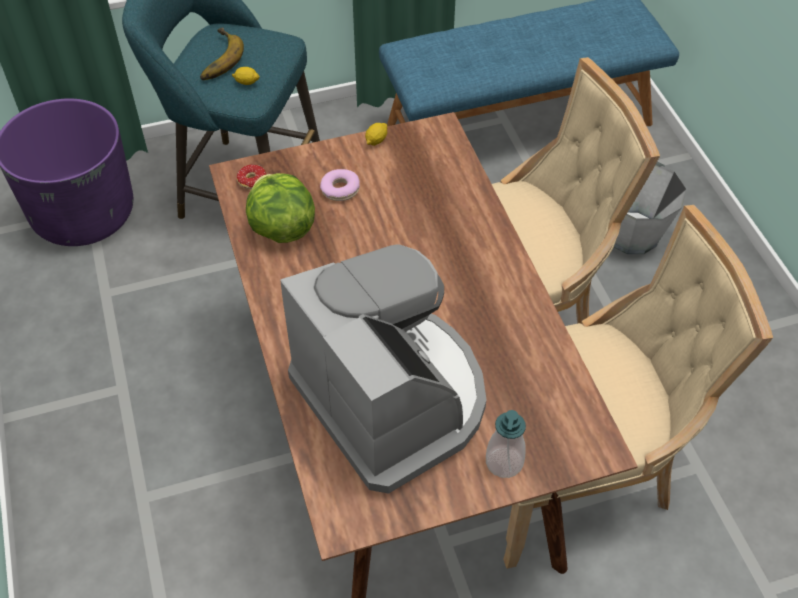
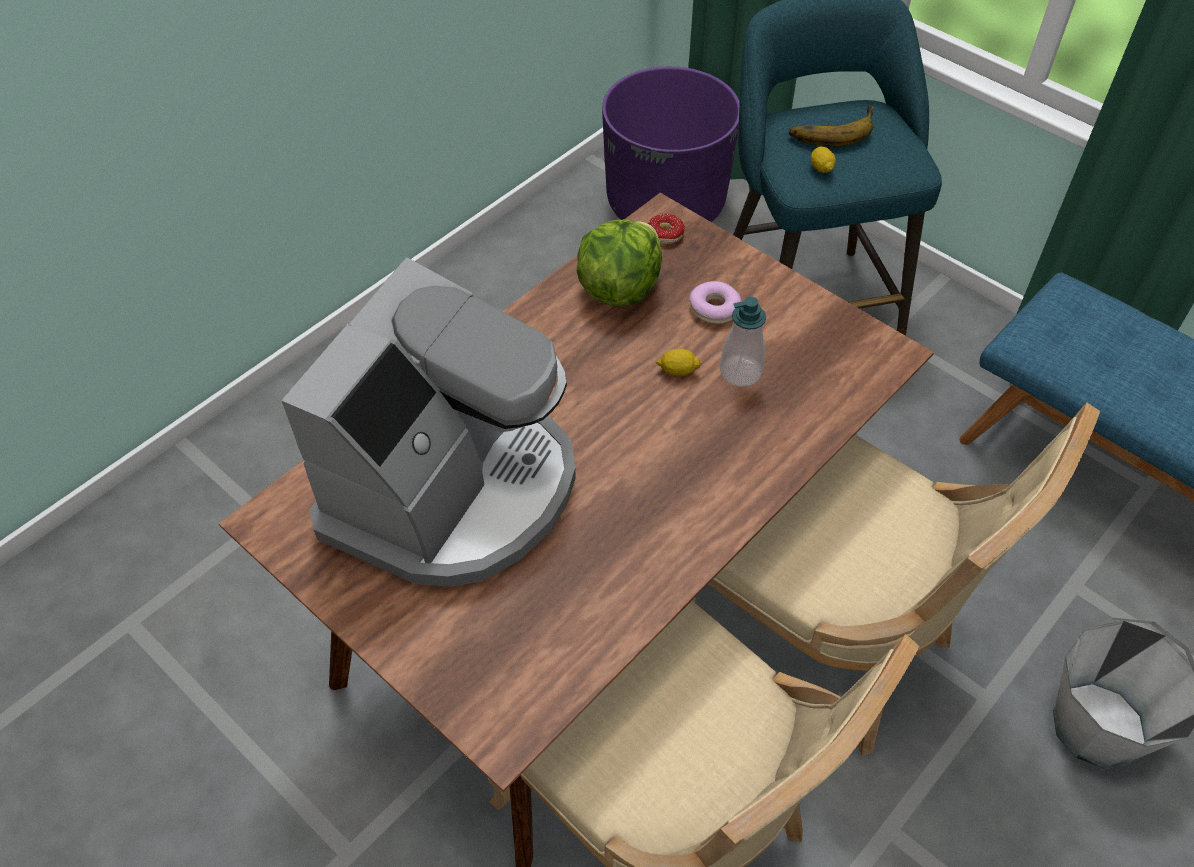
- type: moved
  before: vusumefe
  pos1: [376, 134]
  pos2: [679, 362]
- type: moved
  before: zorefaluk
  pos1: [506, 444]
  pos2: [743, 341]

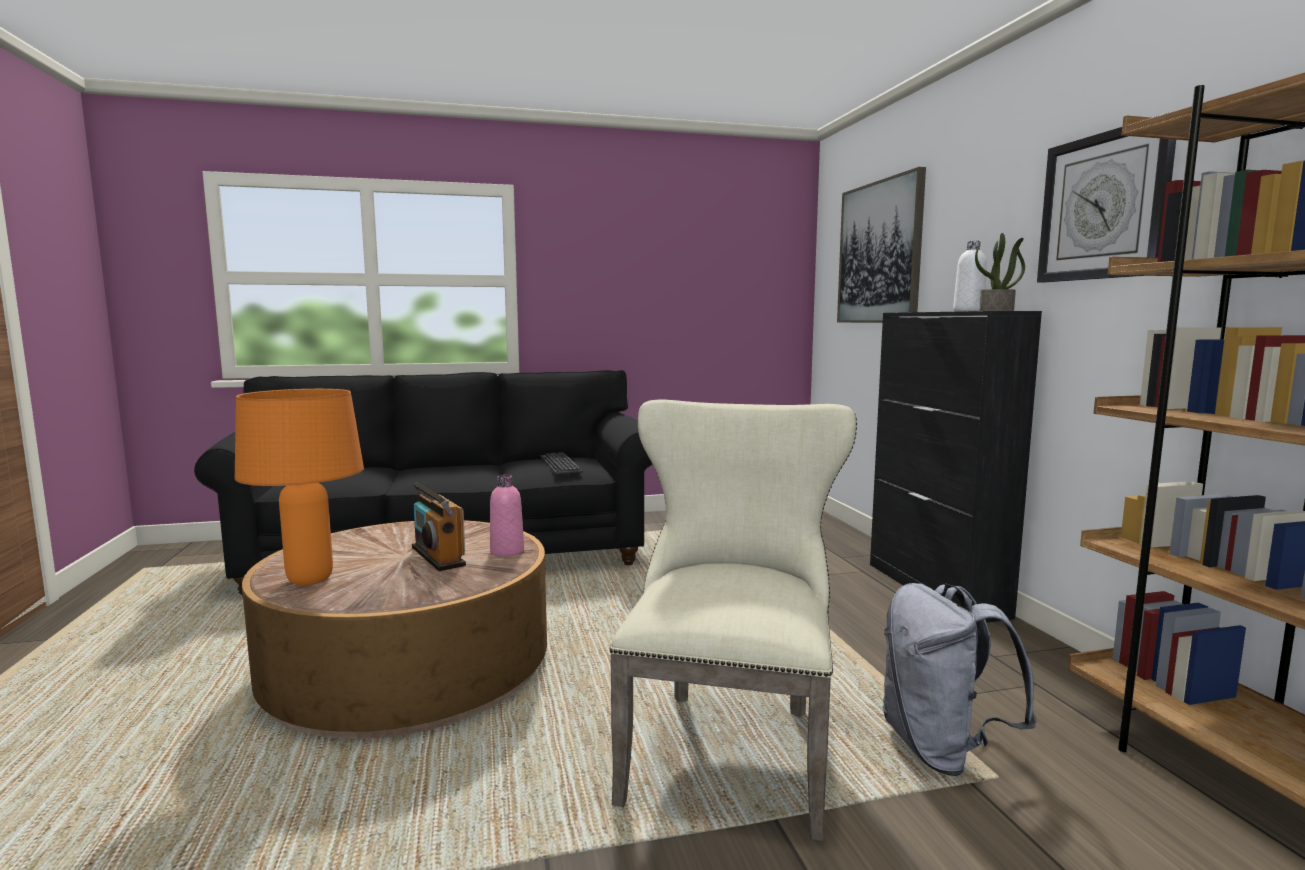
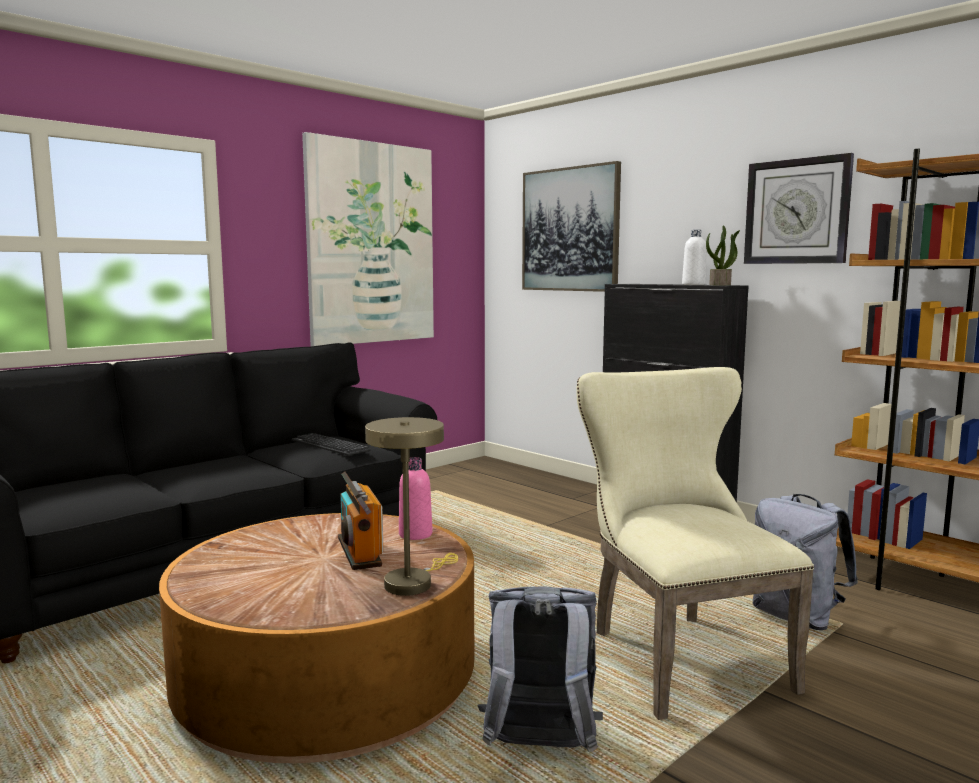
- type: removed
  before: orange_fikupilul
  pos1: [299, 487]
- type: turned
  before: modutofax
  pos1: [439, 526]
  pos2: [360, 521]
  turn: 45
- type: added
  after: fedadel
  pos2: [368, 239]
- type: added
  after: beige_fikupilul
  pos2: [411, 506]
- type: added
  after: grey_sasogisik
  pos2: [540, 669]

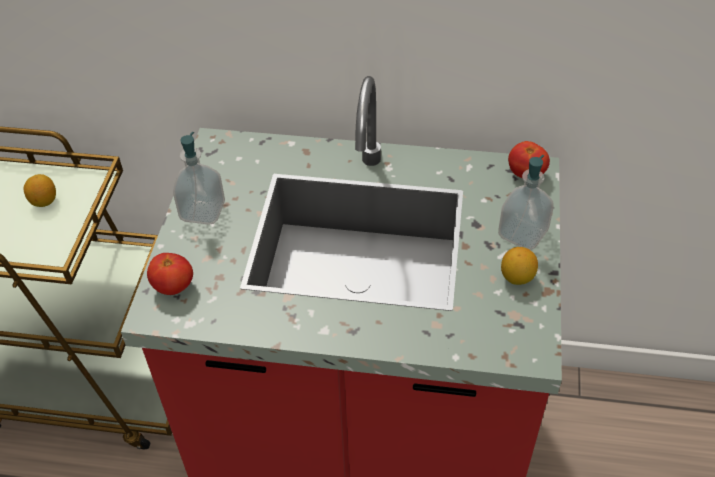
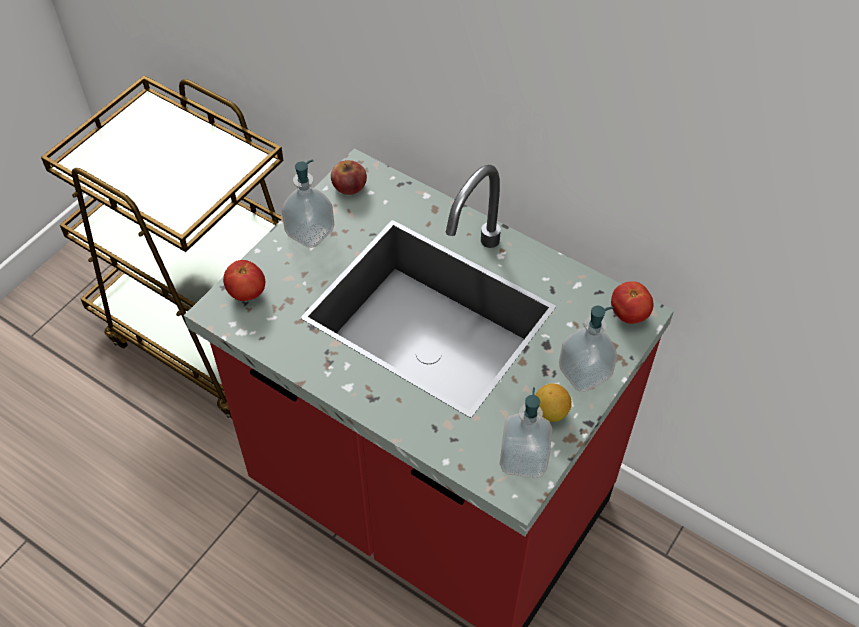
- type: removed
  before: vusumefe
  pos1: [40, 190]
- type: added
  after: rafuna
  pos2: [349, 177]
- type: added
  after: zorefaluk
  pos2: [526, 432]

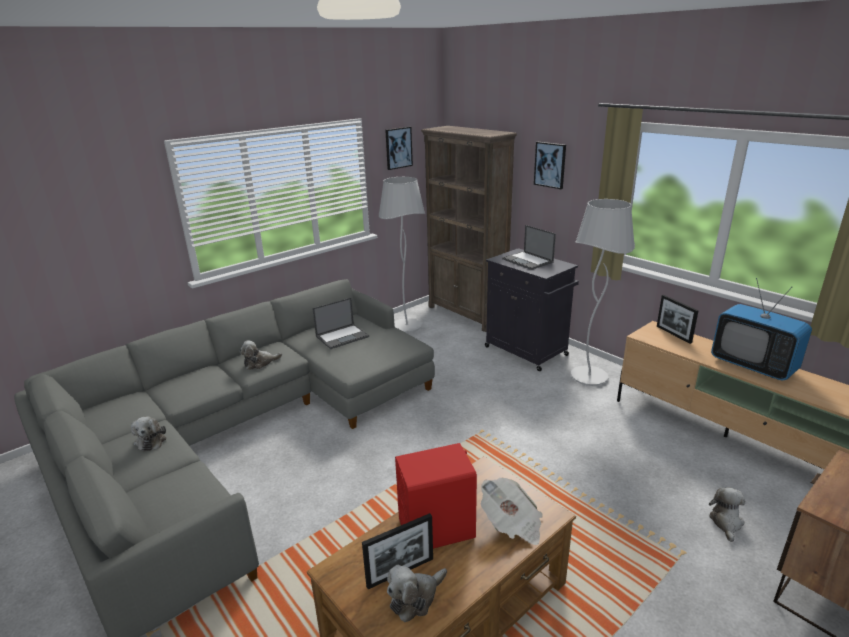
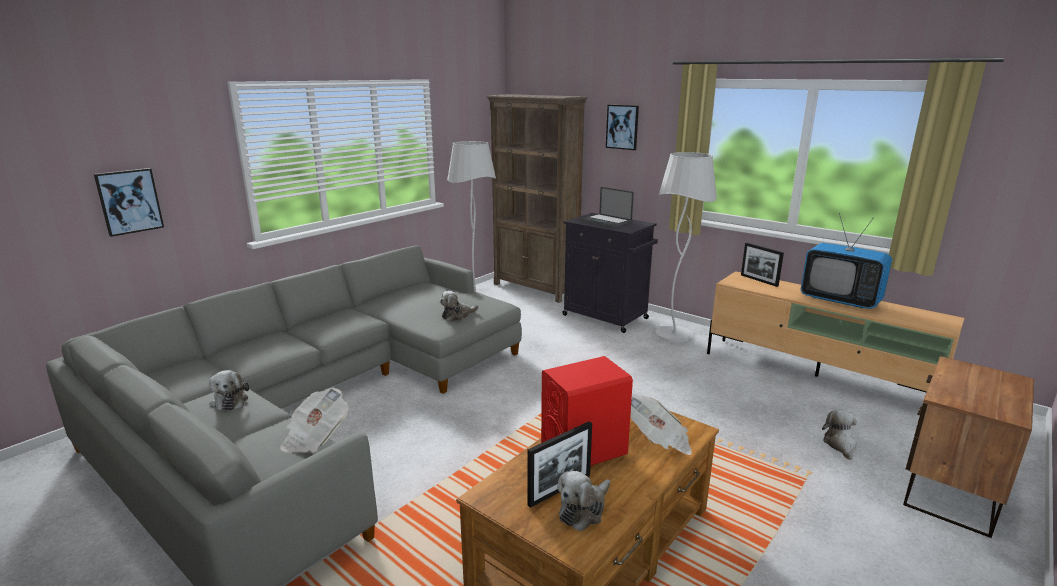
- type: moved
  before: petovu
  pos1: [260, 355]
  pos2: [459, 306]
- type: removed
  before: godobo
  pos1: [340, 323]
- type: moved
  before: fedadel
  pos1: [399, 148]
  pos2: [129, 202]
- type: added
  after: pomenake
  pos2: [314, 420]

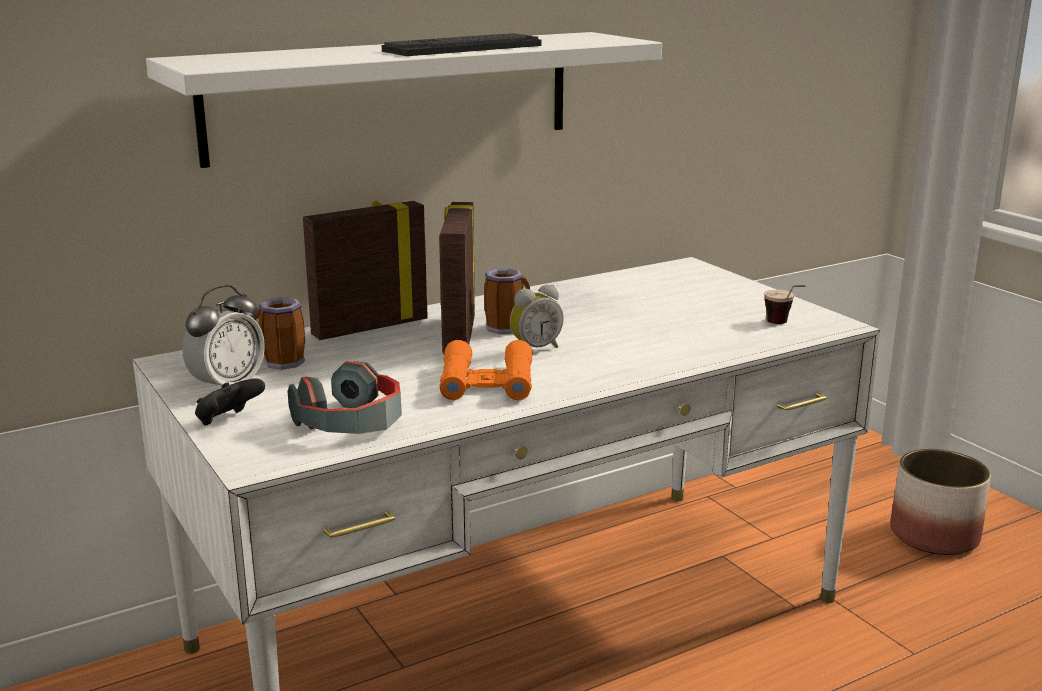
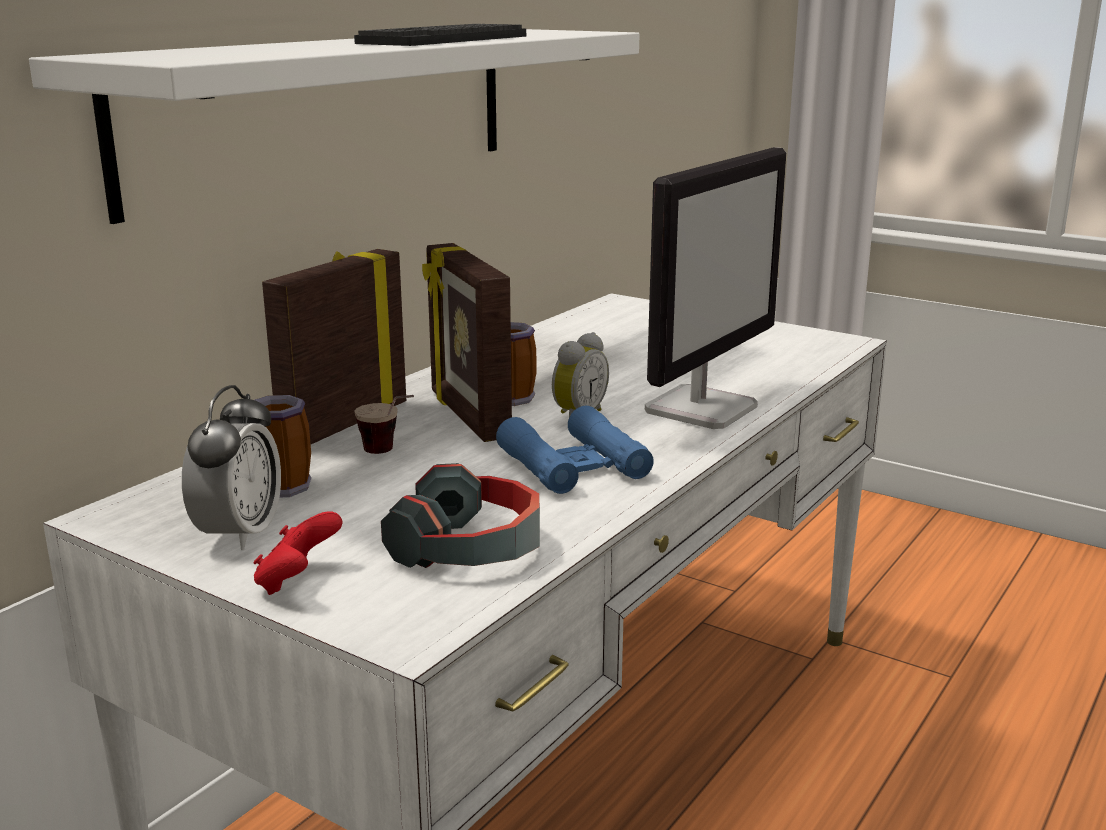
- type: recoloured
  before: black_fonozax
  after: red_fonozax
  pos1: [230, 402]
  pos2: [298, 553]
- type: recoloured
  before: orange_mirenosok
  after: blue_mirenosok
  pos1: [486, 370]
  pos2: [575, 450]
- type: moved
  before: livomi
  pos1: [785, 304]
  pos2: [384, 424]
- type: removed
  before: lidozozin
  pos1: [940, 502]
- type: added
  after: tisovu
  pos2: [715, 288]

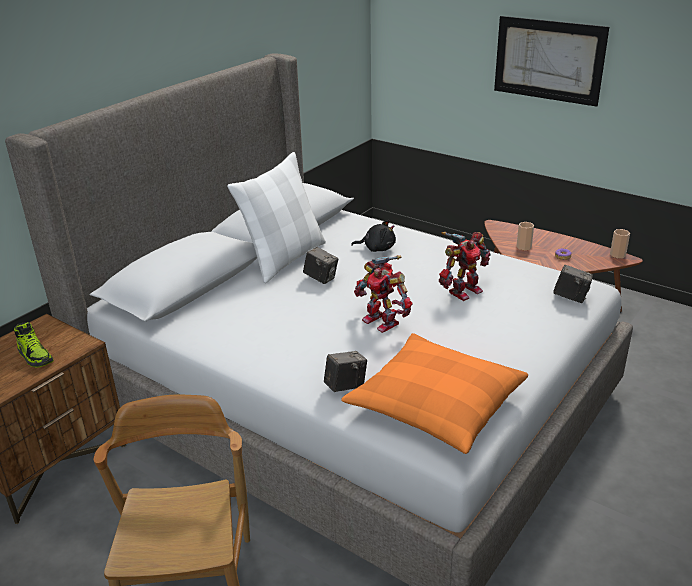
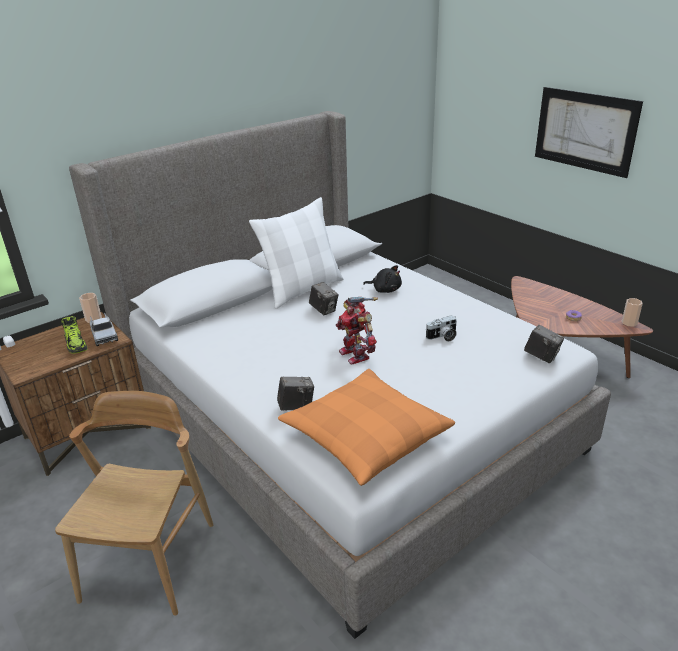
- type: replaced
  before: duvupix
  after: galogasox
  pos1: [465, 266]
  pos2: [441, 328]
- type: moved
  before: livomi
  pos1: [525, 236]
  pos2: [90, 308]
- type: added
  after: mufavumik
  pos2: [104, 329]

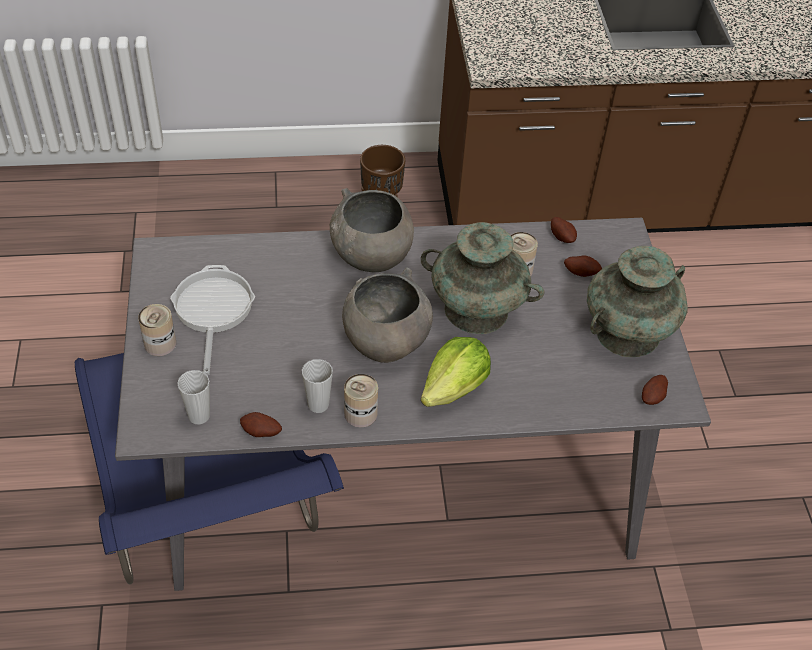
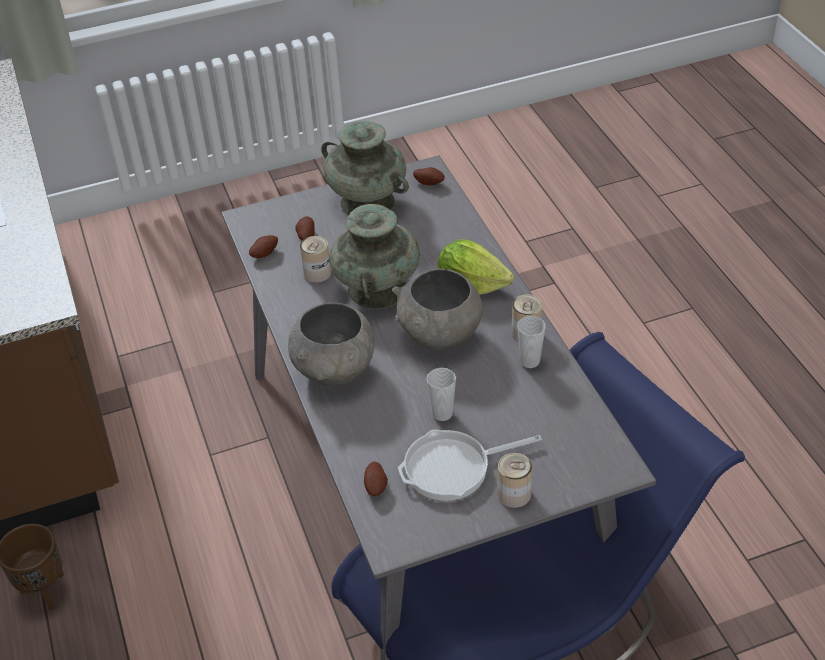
- type: moved
  before: livomi
  pos1: [193, 397]
  pos2: [441, 394]
- type: moved
  before: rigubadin
  pos1: [261, 424]
  pos2: [376, 479]

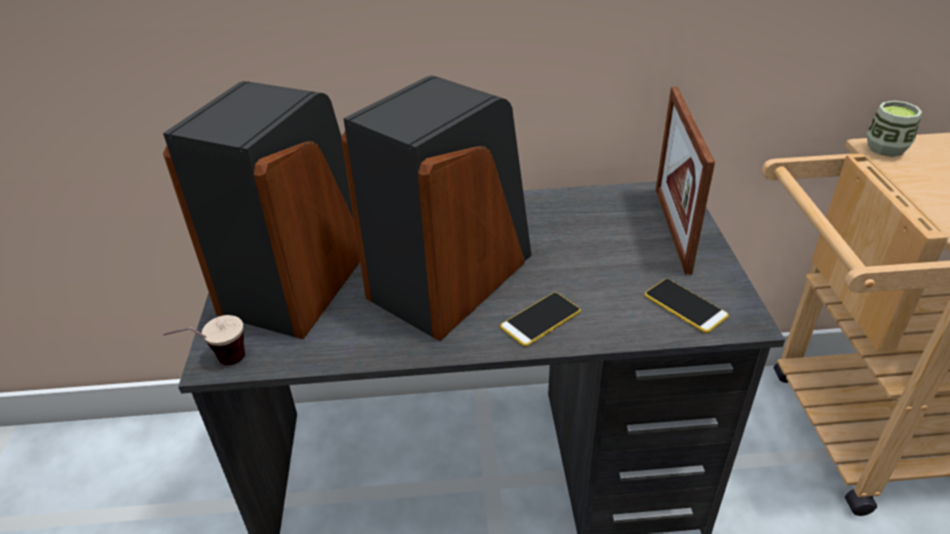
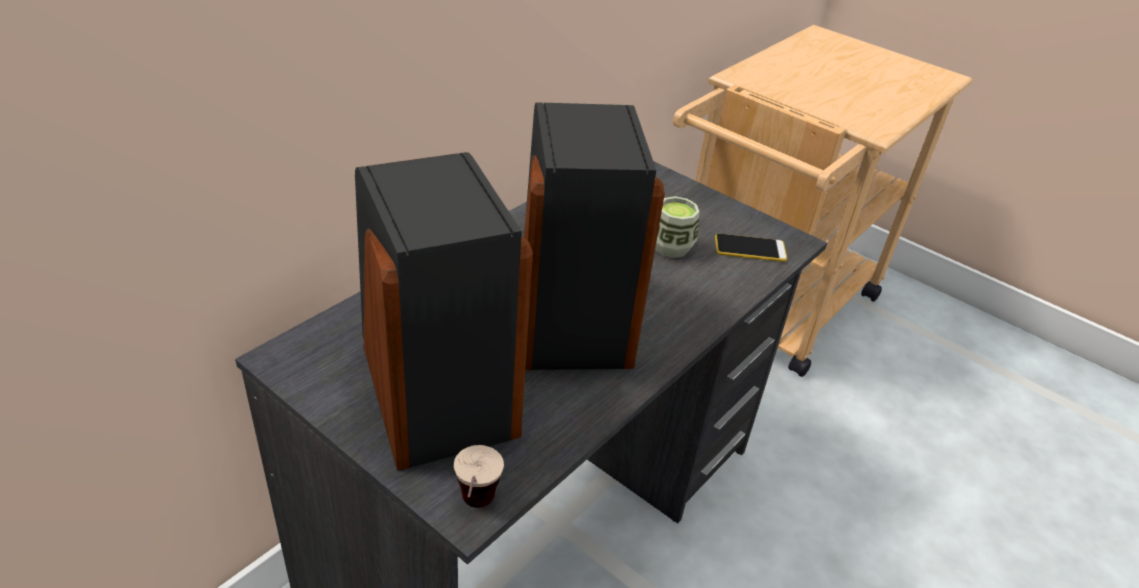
- type: removed
  before: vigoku
  pos1: [540, 319]
- type: removed
  before: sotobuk
  pos1: [685, 181]
- type: moved
  before: livomi
  pos1: [894, 128]
  pos2: [677, 227]

